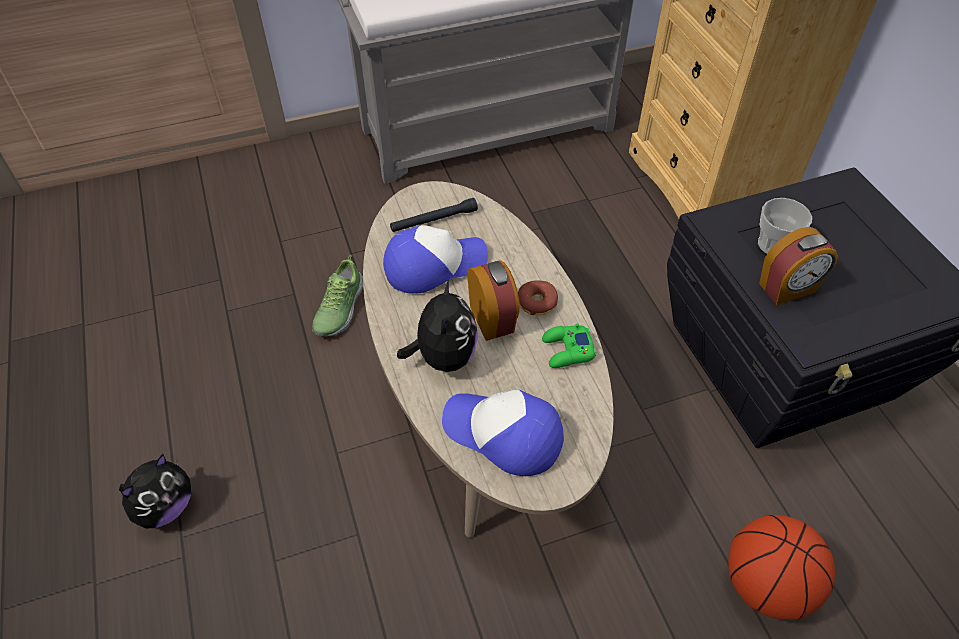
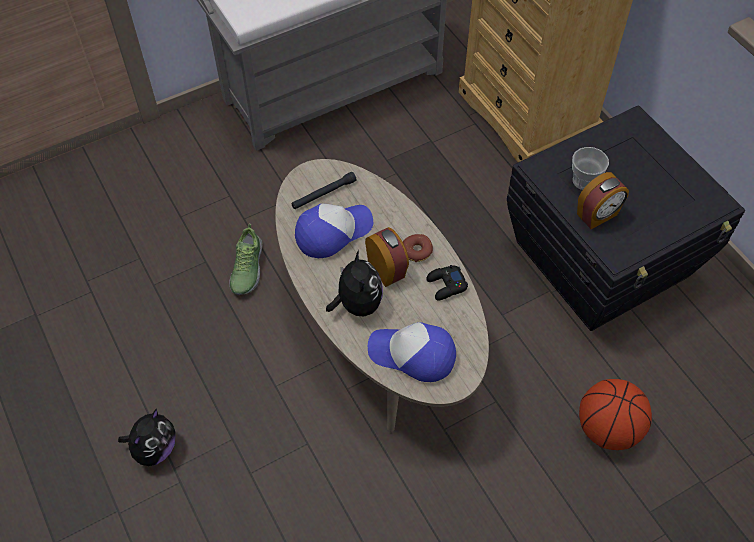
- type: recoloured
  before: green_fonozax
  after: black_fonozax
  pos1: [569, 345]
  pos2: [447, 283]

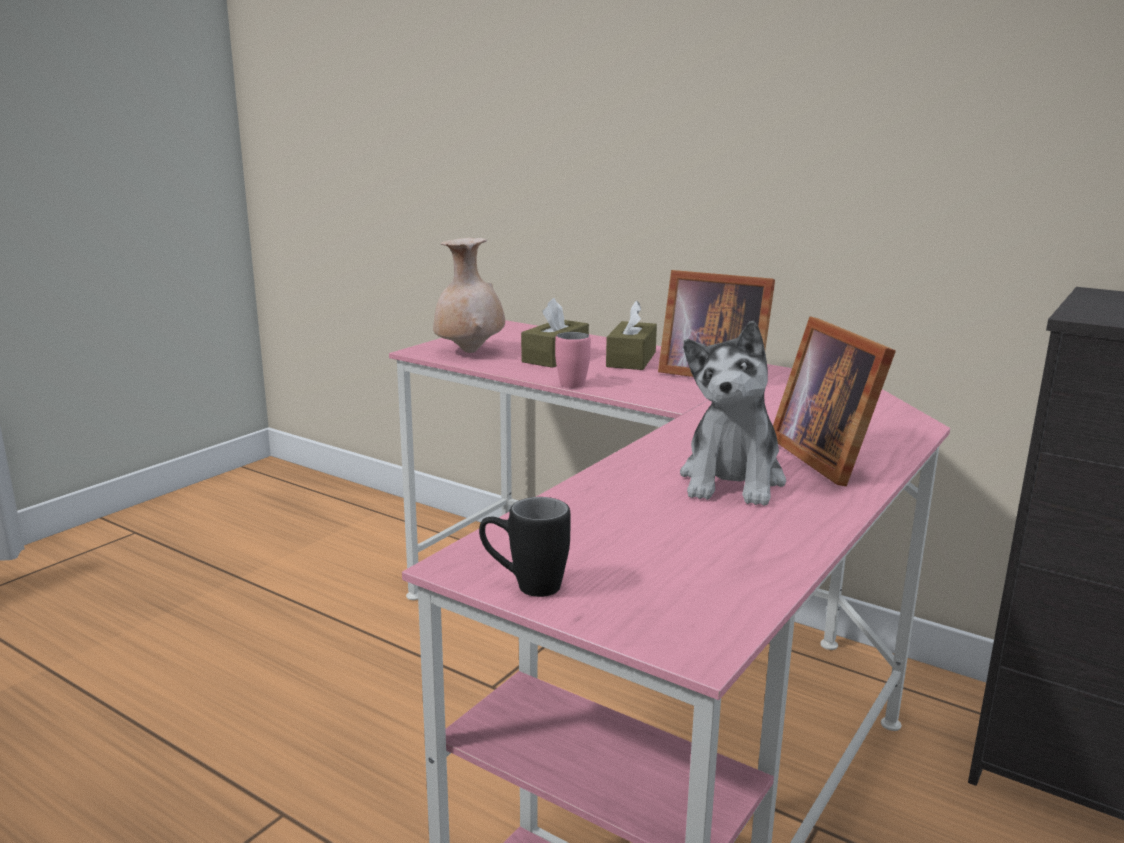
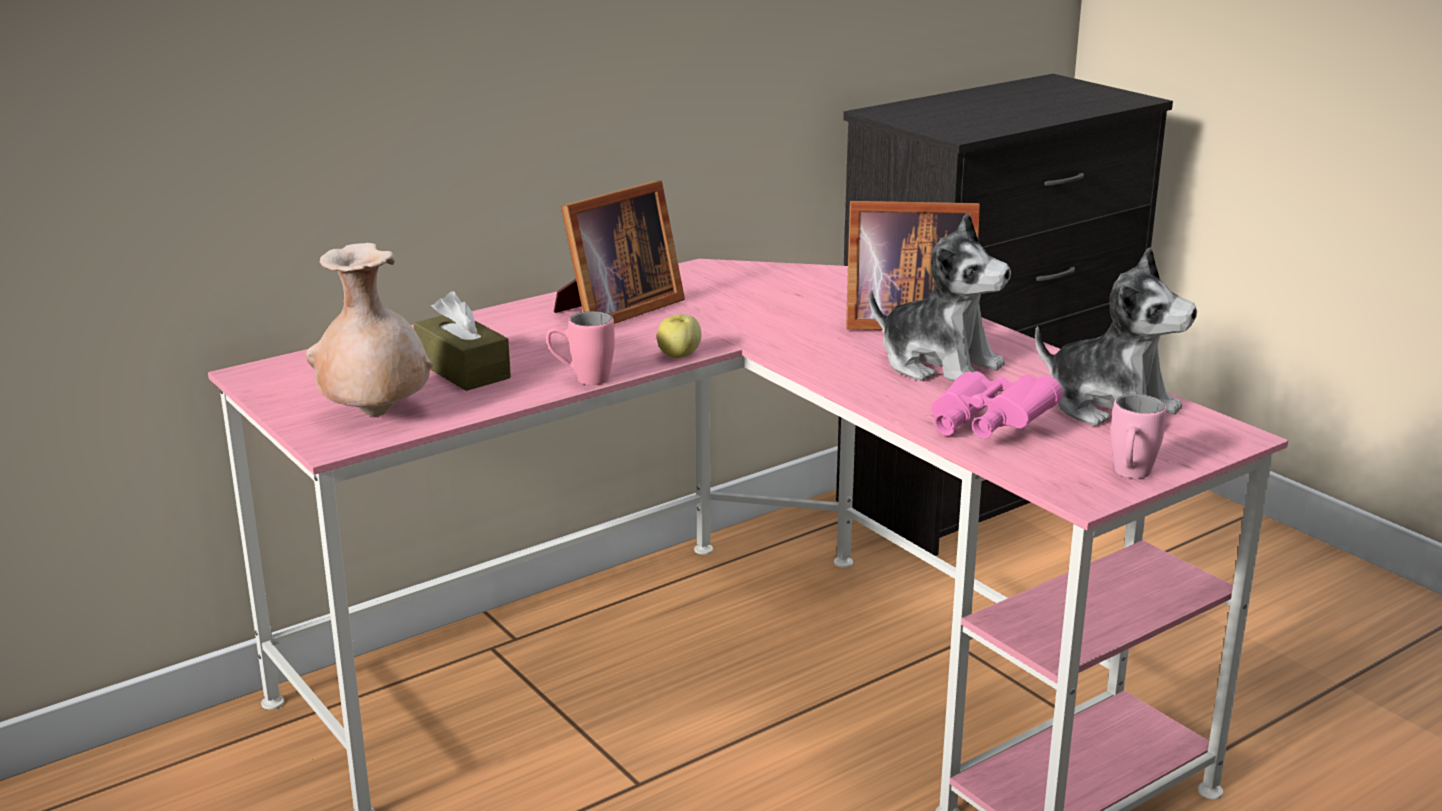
- type: recoloured
  before: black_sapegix
  after: pink_sapegix
  pos1: [525, 547]
  pos2: [1139, 436]
- type: removed
  before: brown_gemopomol
  pos1: [631, 335]
- type: added
  after: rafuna
  pos2: [679, 336]
- type: added
  after: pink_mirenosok
  pos2: [997, 405]
- type: added
  after: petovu
  pos2: [1116, 336]

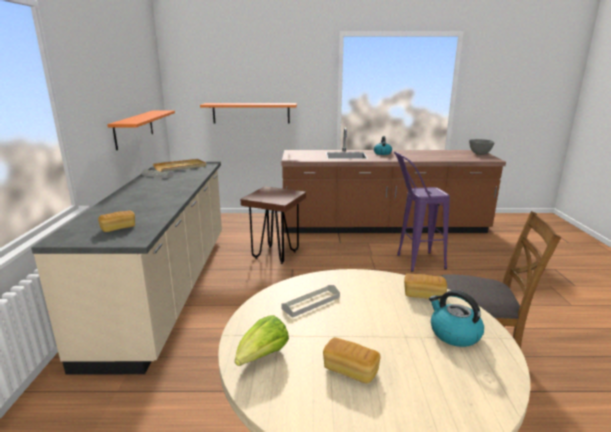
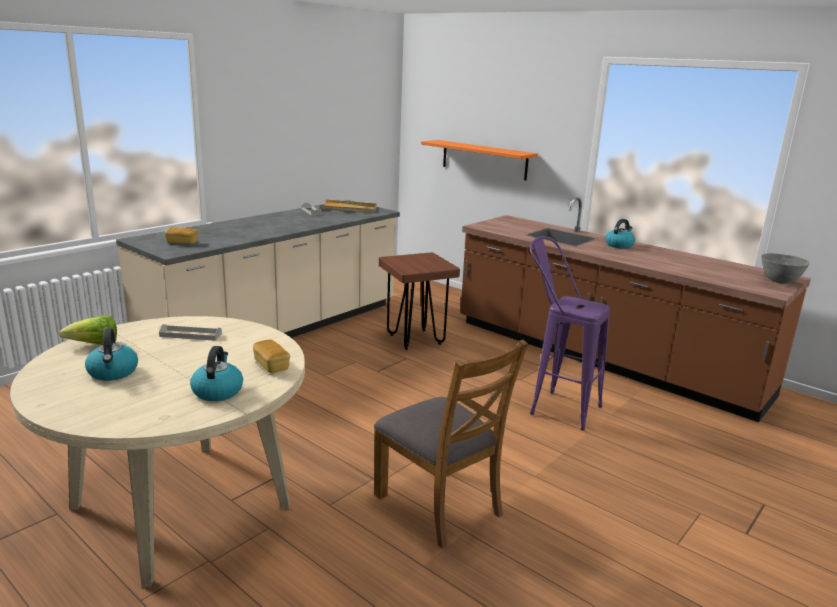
- type: removed
  before: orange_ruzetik
  pos1: [141, 130]
- type: replaced
  before: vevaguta
  after: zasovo
  pos1: [351, 360]
  pos2: [111, 354]

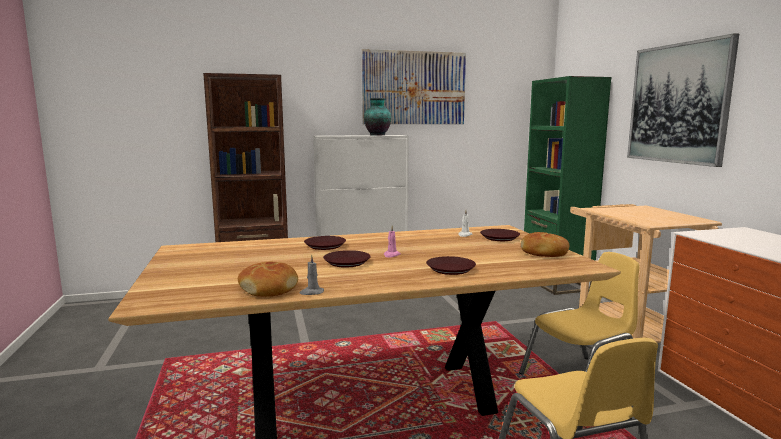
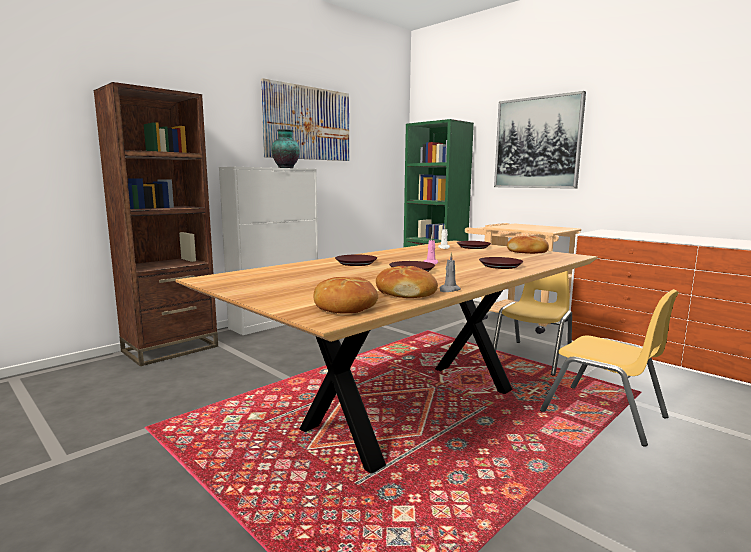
- type: added
  after: vevaguta
  pos2: [346, 295]

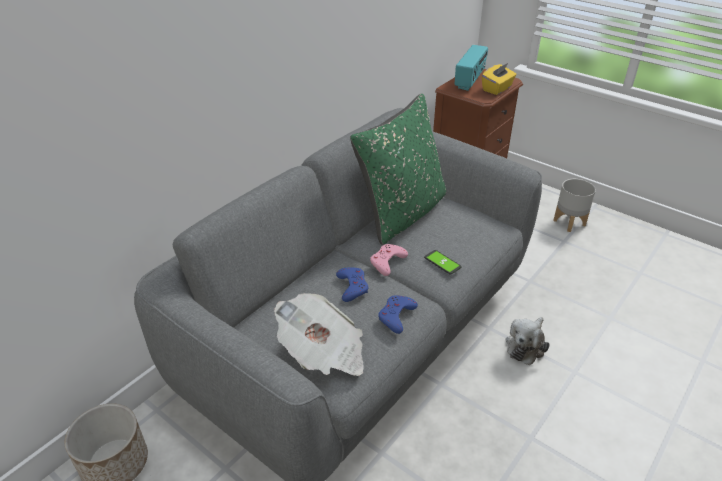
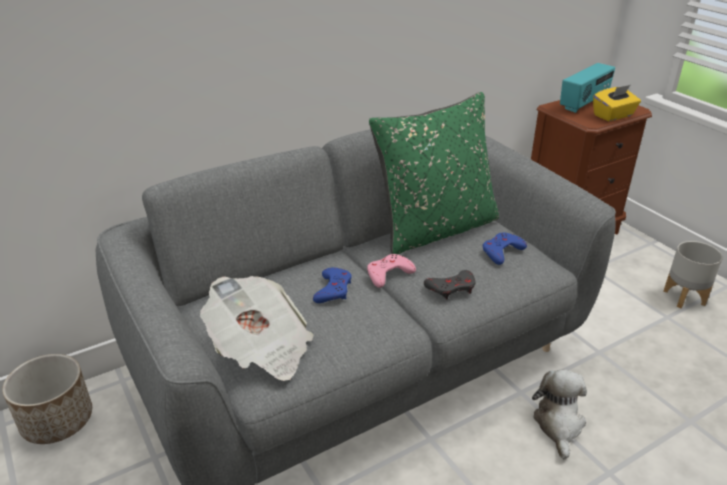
- type: moved
  before: blue_fonozax
  pos1: [398, 314]
  pos2: [504, 249]
- type: replaced
  before: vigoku
  after: grey_fonozax
  pos1: [443, 262]
  pos2: [450, 284]
- type: turned
  before: petovu
  pos1: [527, 341]
  pos2: [559, 414]
  turn: 135

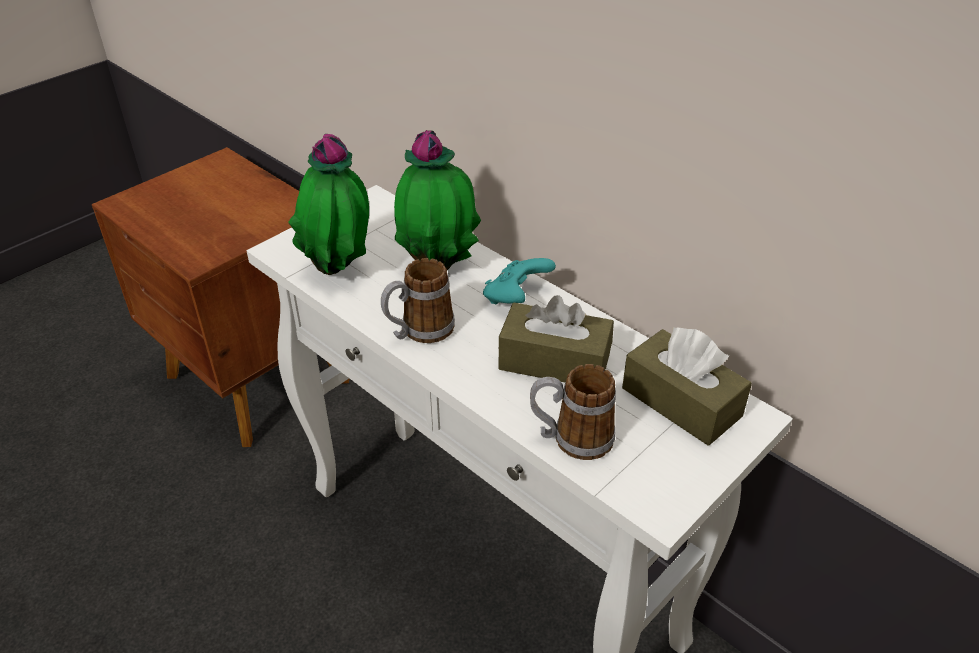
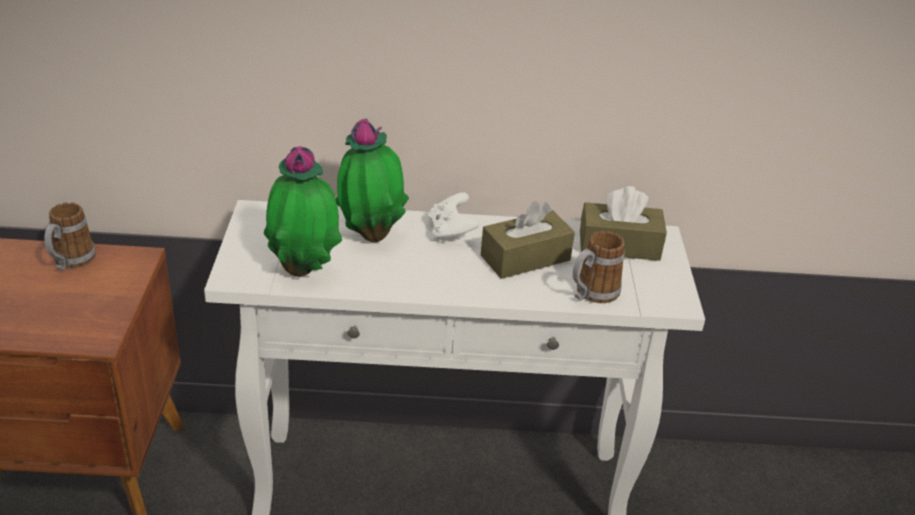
- type: moved
  before: sapegix
  pos1: [418, 300]
  pos2: [70, 236]
- type: recoloured
  before: turquoise_fonozax
  after: white_fonozax
  pos1: [519, 281]
  pos2: [453, 217]

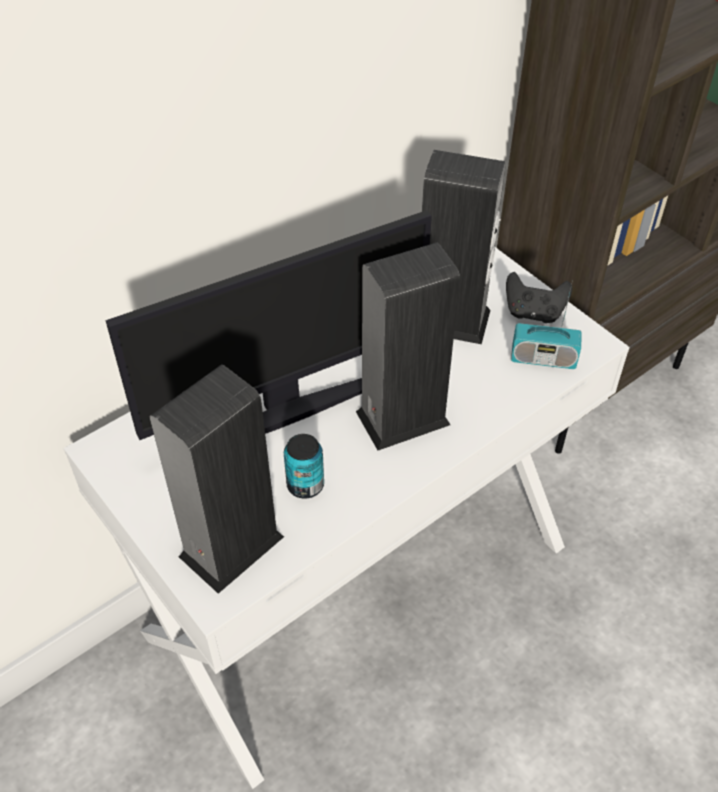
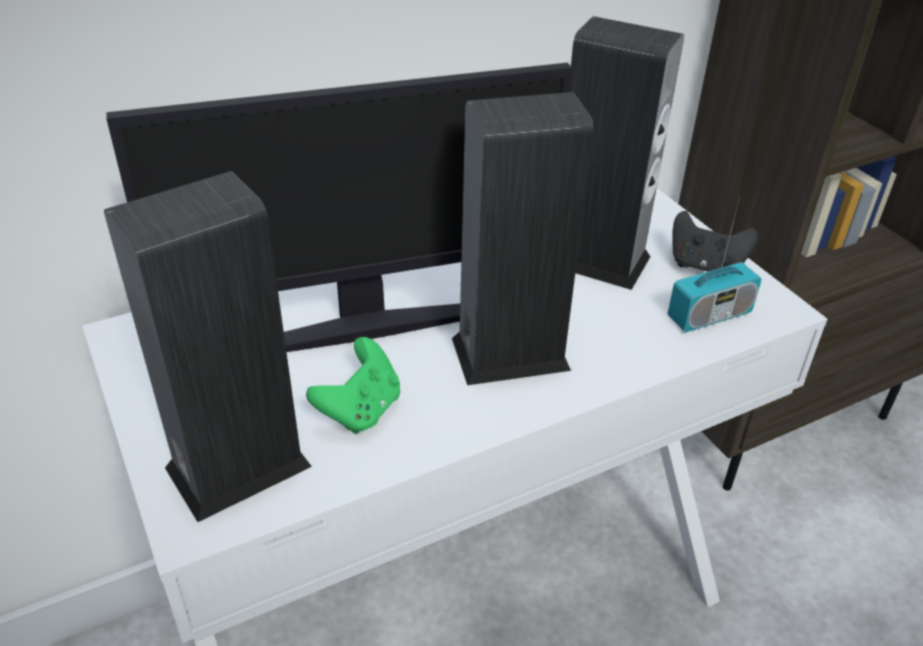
- type: replaced
  before: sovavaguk
  after: green_fonozax
  pos1: [304, 466]
  pos2: [353, 385]
- type: turned
  before: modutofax
  pos1: [546, 326]
  pos2: [715, 264]
  turn: -45

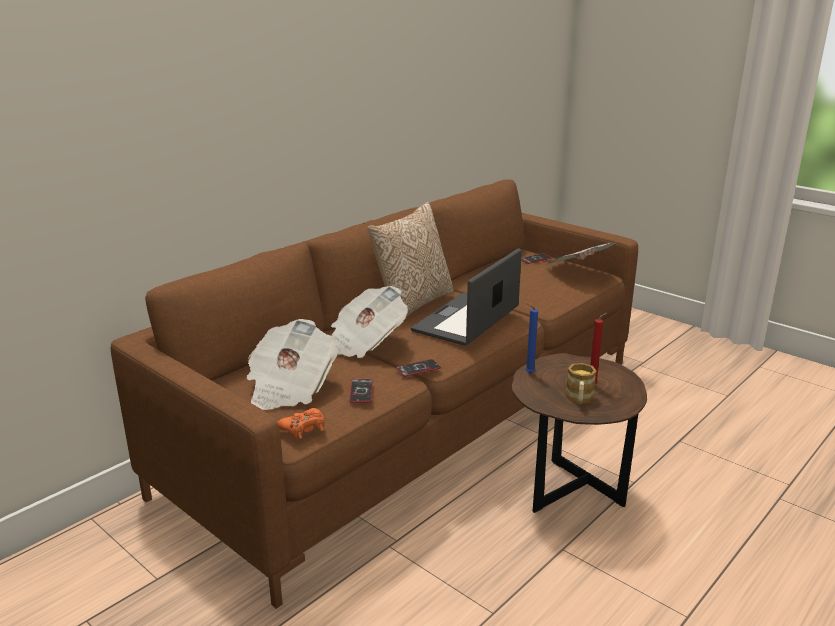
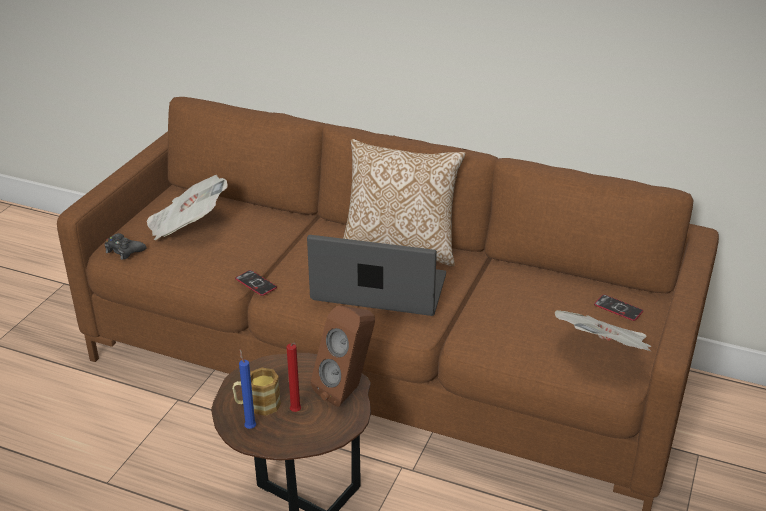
- type: recoloured
  before: orange_fonozax
  after: black_fonozax
  pos1: [301, 423]
  pos2: [125, 246]
- type: removed
  before: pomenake
  pos1: [369, 322]
- type: removed
  before: vigoku
  pos1: [361, 391]
- type: moved
  before: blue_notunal
  pos1: [531, 338]
  pos2: [247, 389]
- type: added
  after: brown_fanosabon
  pos2: [343, 356]

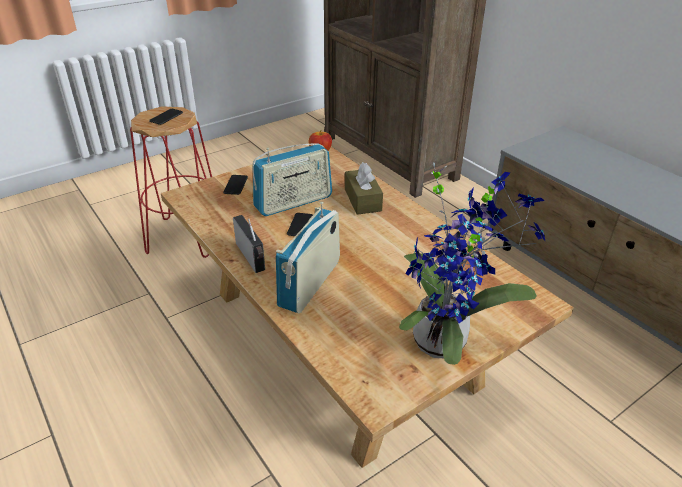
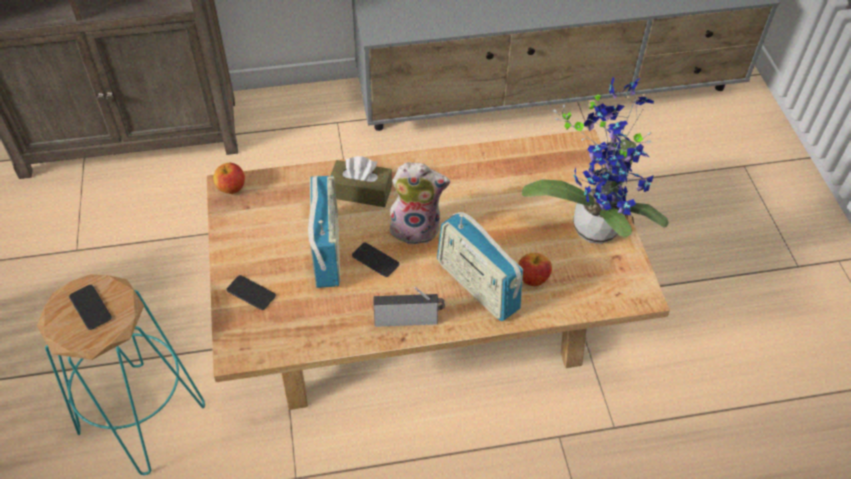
- type: recoloured
  before: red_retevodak
  after: turquoise_retevodak
  pos1: [171, 182]
  pos2: [121, 374]
- type: added
  after: petovu
  pos2: [420, 203]
- type: added
  after: rafuna
  pos2: [535, 269]

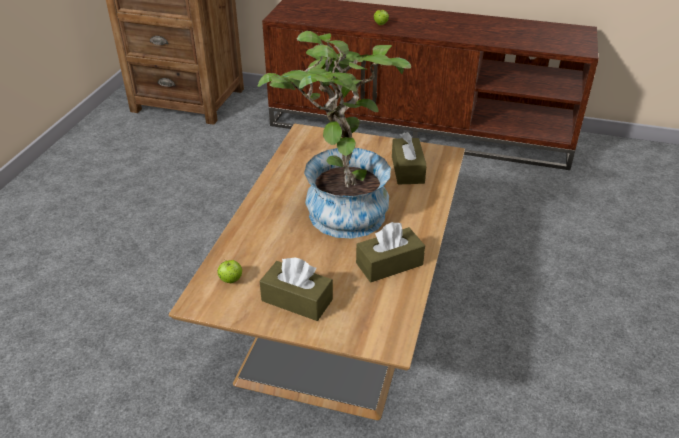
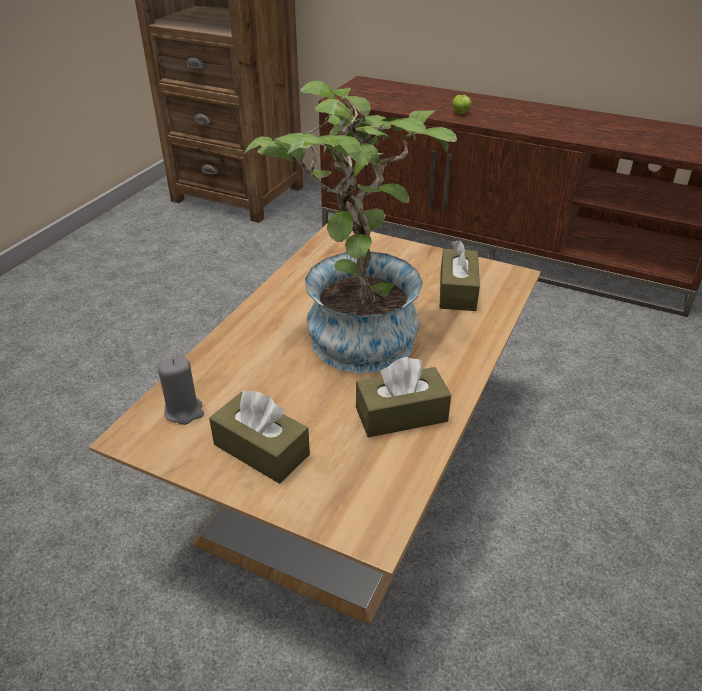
- type: replaced
  before: rafuna
  after: grey_notunal
  pos1: [229, 271]
  pos2: [181, 390]

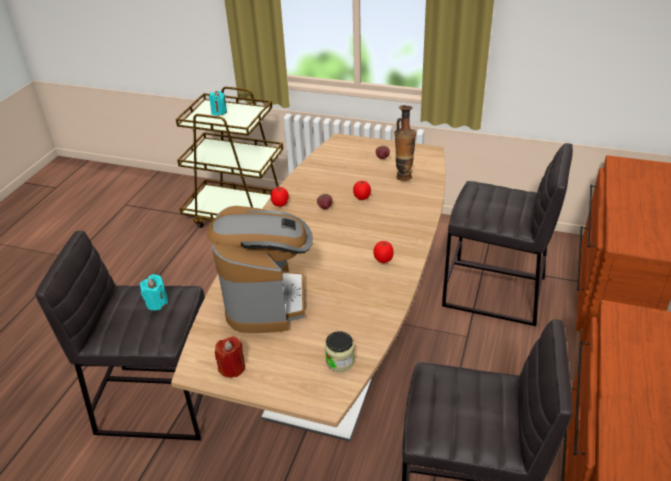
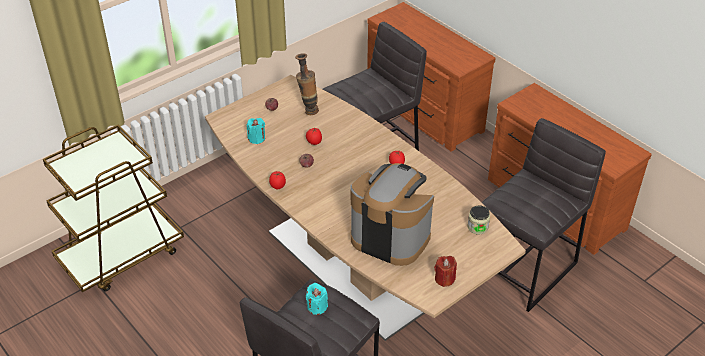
- type: moved
  before: turquoise_notunal
  pos1: [218, 103]
  pos2: [256, 131]

